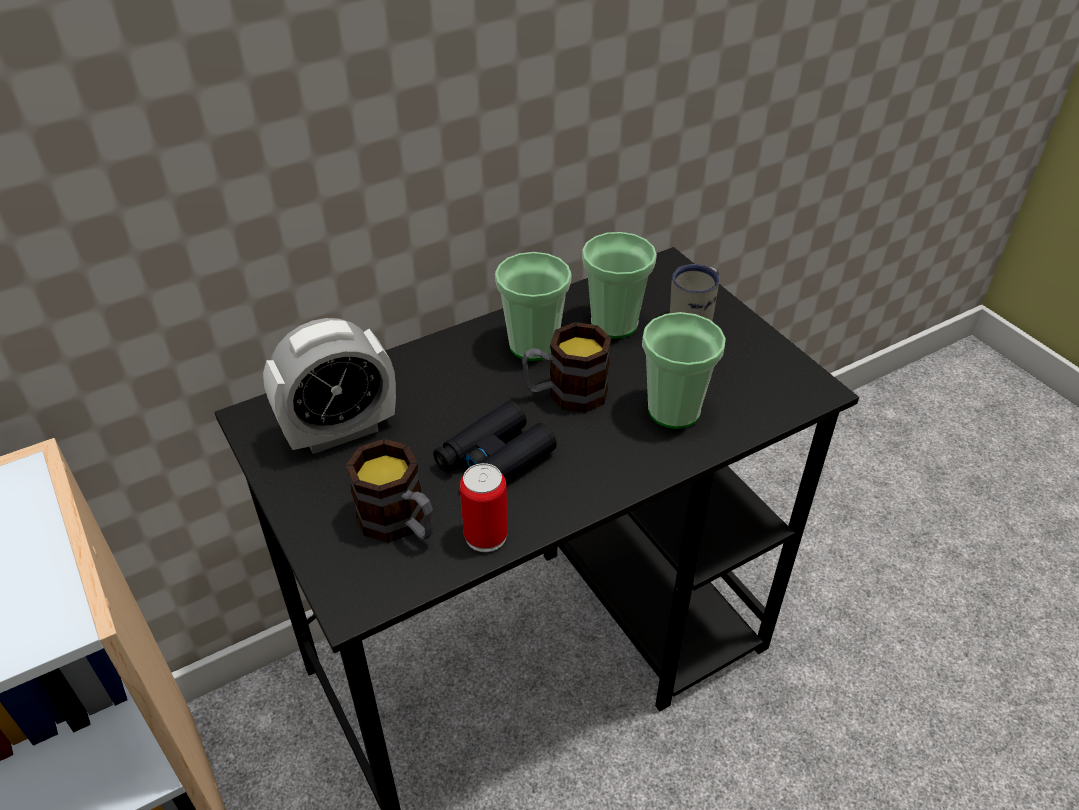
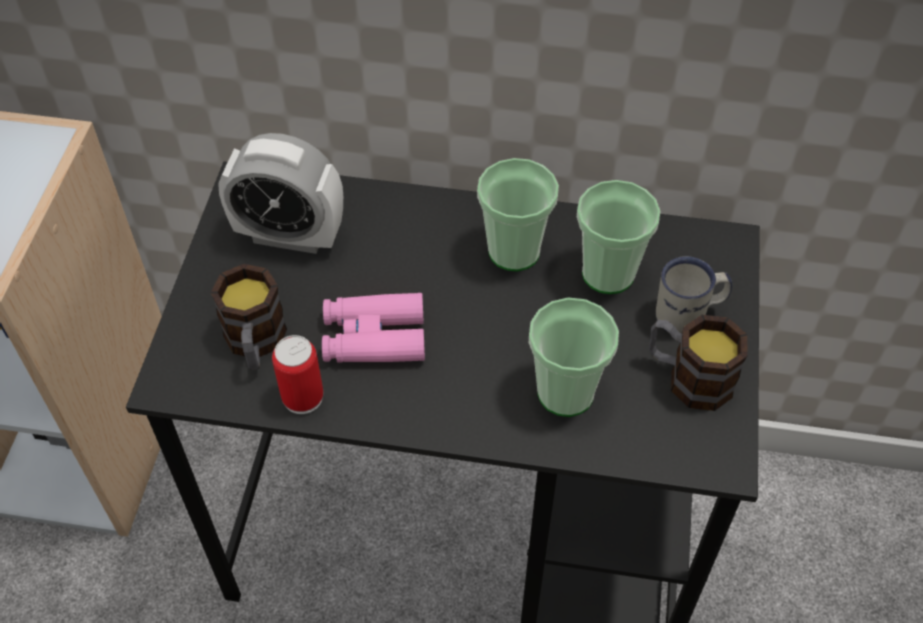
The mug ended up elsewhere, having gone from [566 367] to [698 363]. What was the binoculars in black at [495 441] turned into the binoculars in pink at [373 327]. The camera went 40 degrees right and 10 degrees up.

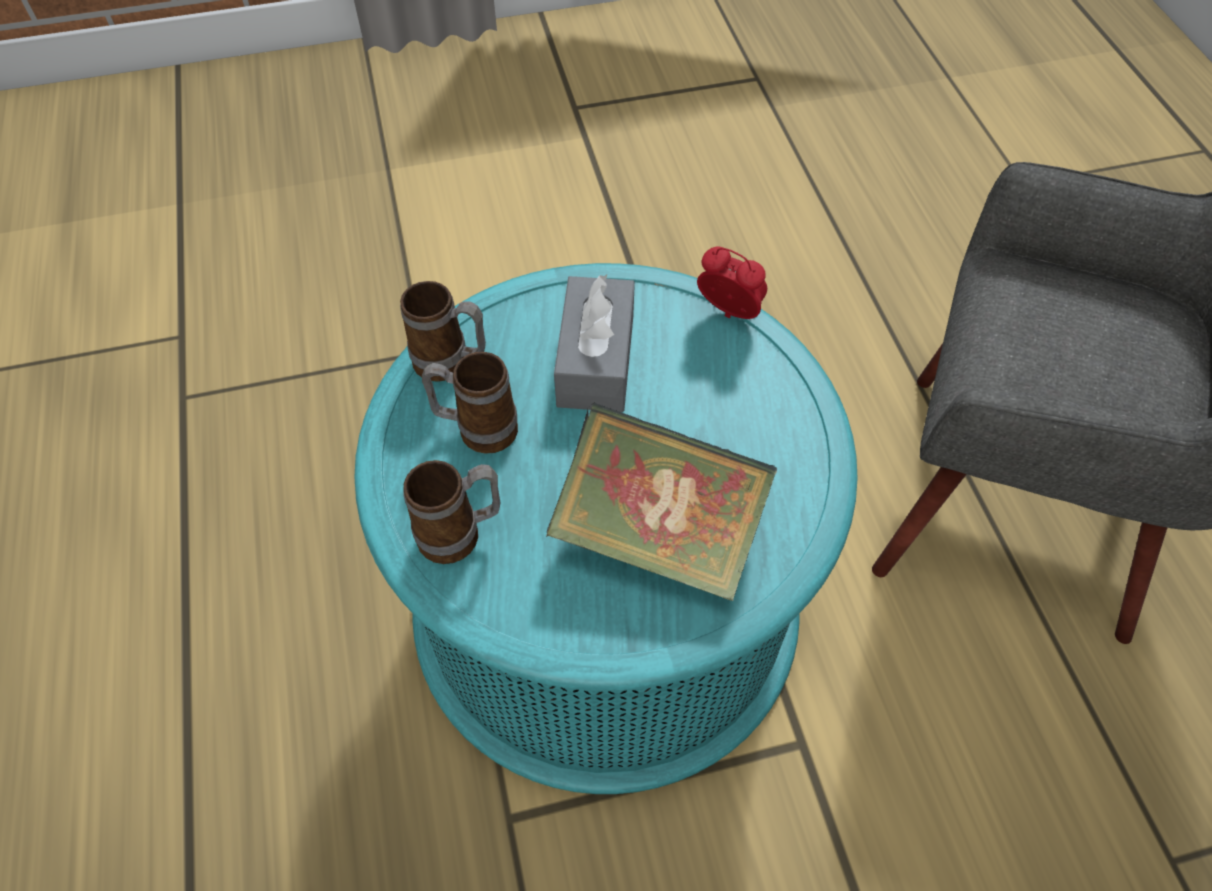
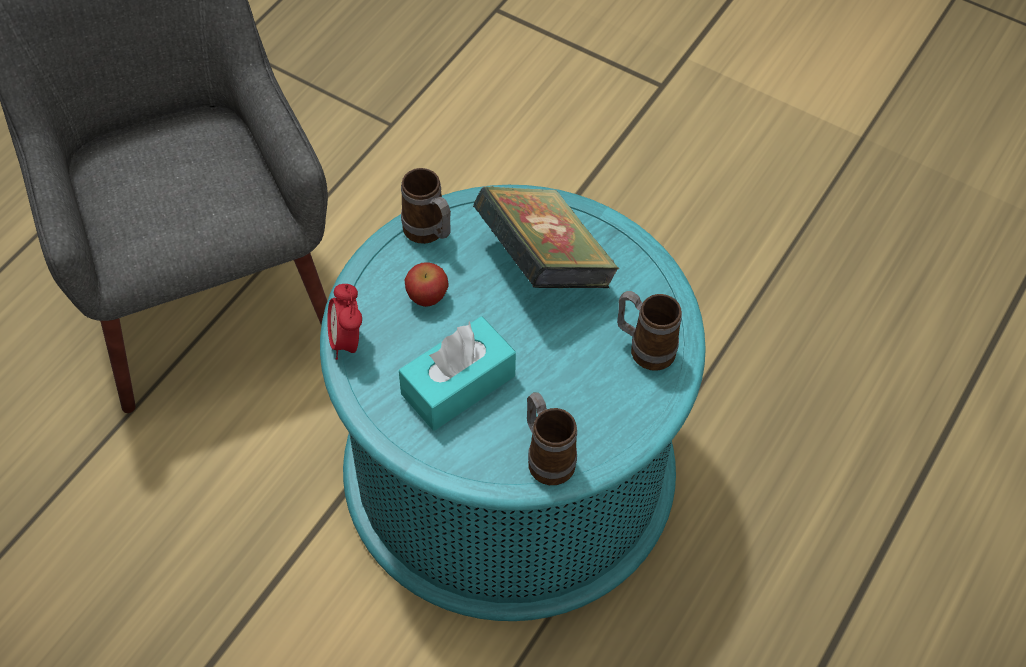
What was the tissue box in grey at [594 343] turned into the tissue box in turquoise at [457 373]. The mug ended up elsewhere, having gone from [470 403] to [426 206]. The second view gained the apple at [426 284]. The camera went 135 degrees left and 0 degrees up.

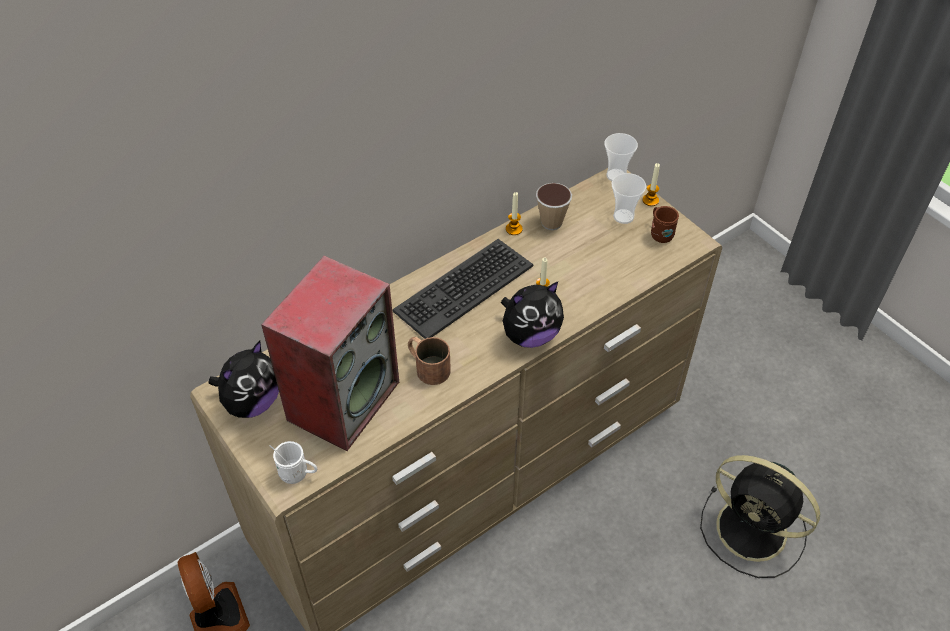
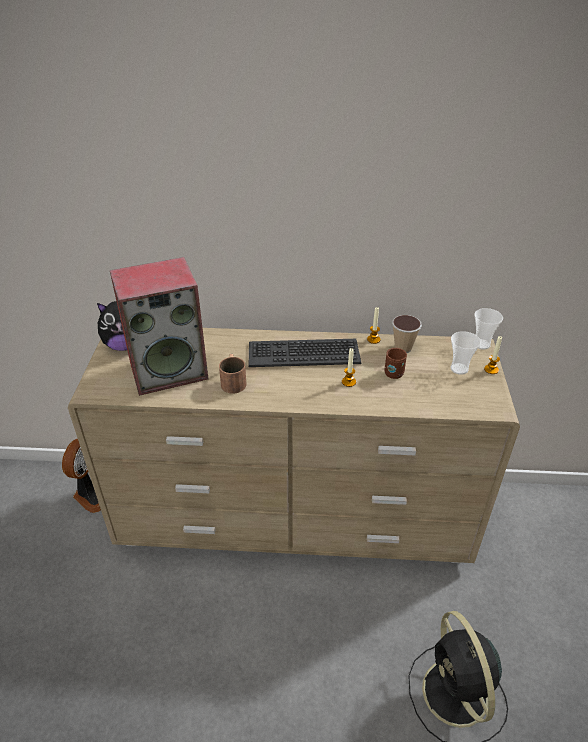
The mug in brown ended up elsewhere, having gone from [665 224] to [396 363]. The second view lost the plush toy at [532 315]. The second view lost the mug in white at [293 462]. The camera went 40 degrees right and 10 degrees down.

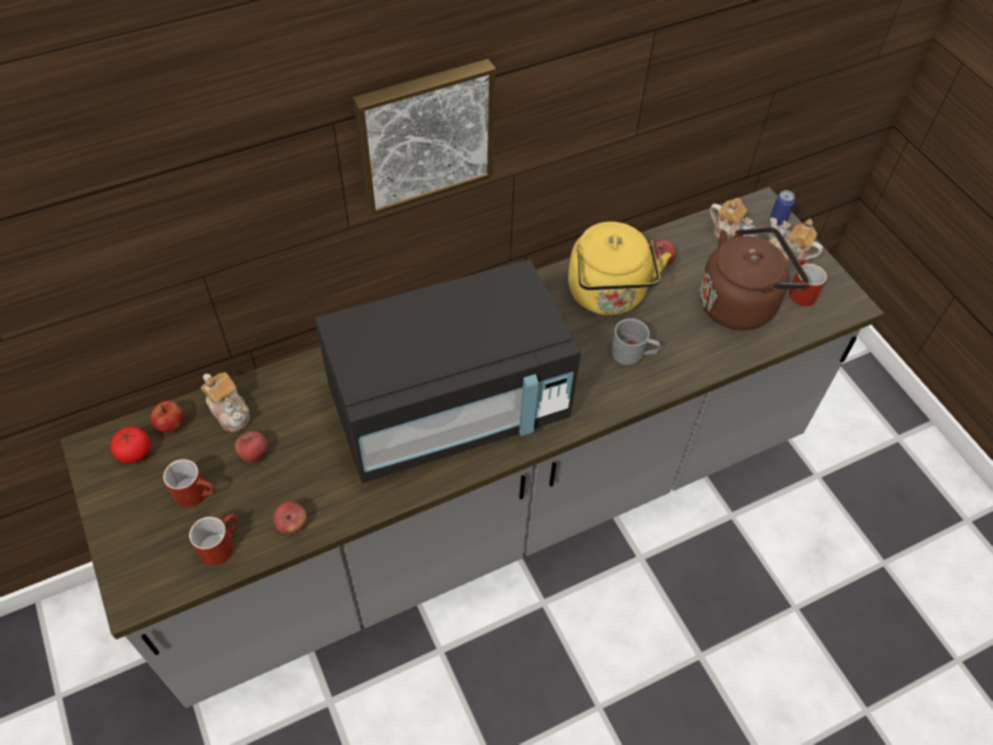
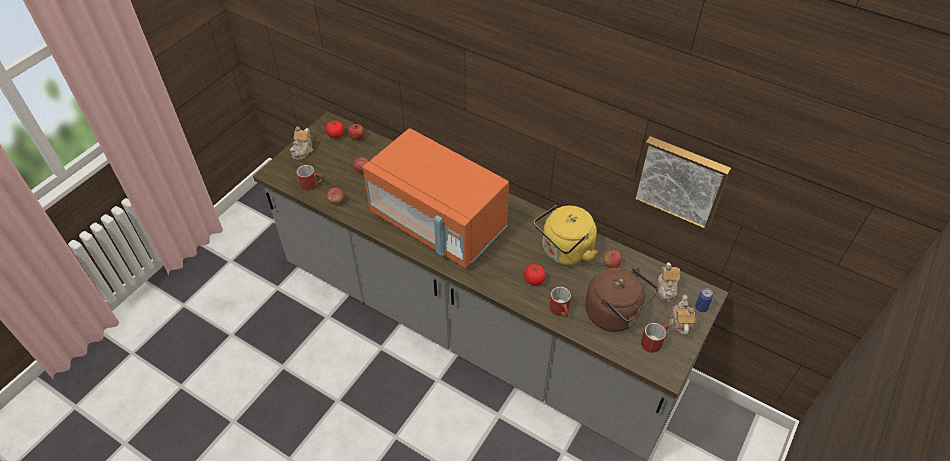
The picture ended up elsewhere, having gone from [424 137] to [681 183]. What was the microwave in black at [448 371] turned into the microwave in orange at [435 198]. Where the mug in grey stood at [635 342], the tomato came to stand at [535 275]. The teapot ended up elsewhere, having gone from [225 402] to [301 143]. The mug in red ended up elsewhere, having gone from [189 483] to [560 302]. The camera went 60 degrees right and 5 degrees down.

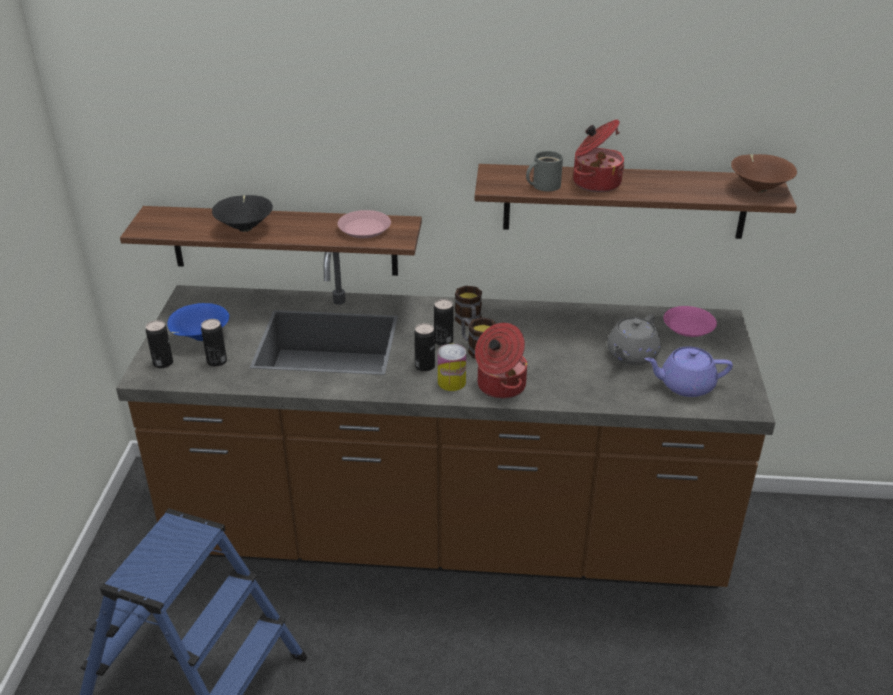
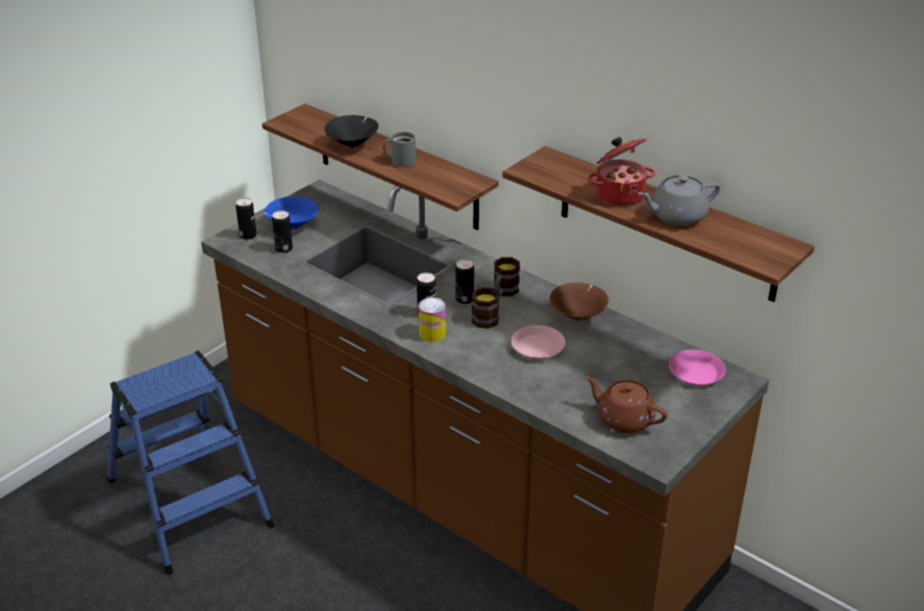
The mug in grey ended up elsewhere, having gone from [544 171] to [399 149]. The bowl in brown ended up elsewhere, having gone from [764 173] to [579 301]. The plate in pink ended up elsewhere, having gone from [364 224] to [538 342]. The teapot in grey ended up elsewhere, having gone from [634 340] to [679 200]. The second view lost the cooking pot at [501 361]. What was the teapot in purple at [689 372] turned into the teapot in brown at [626 404]. The camera went 35 degrees right and 0 degrees up.

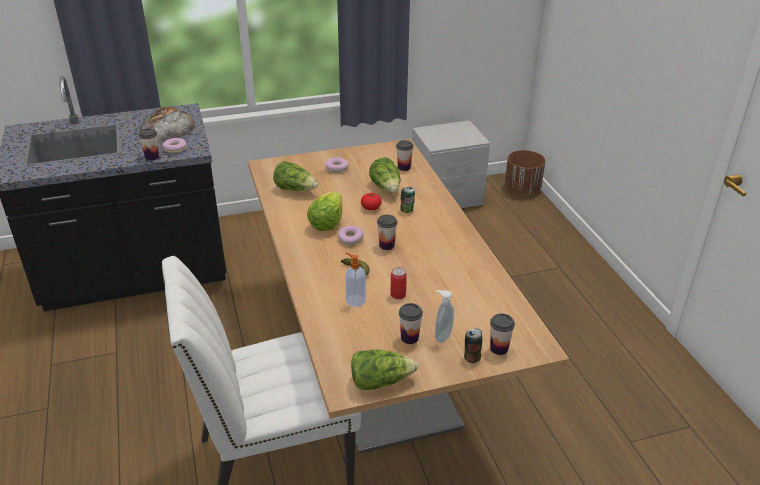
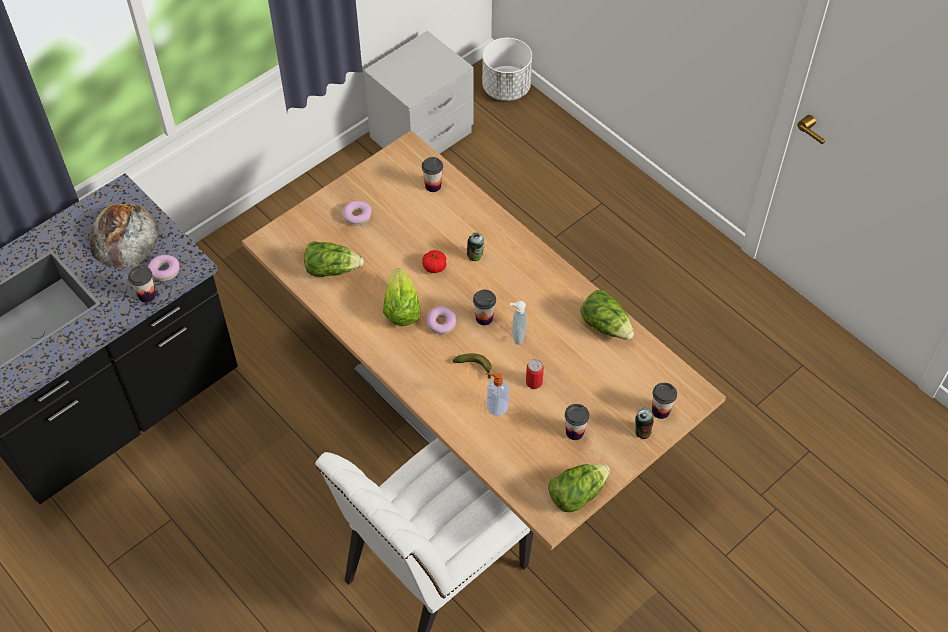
What was the planter in brown at [525 172] turned into the planter in white at [507 69]. The lettuce ended up elsewhere, having gone from [385 175] to [607 315]. The soap dispenser ended up elsewhere, having gone from [444 316] to [518 323]. The camera went 25 degrees left and 20 degrees up.

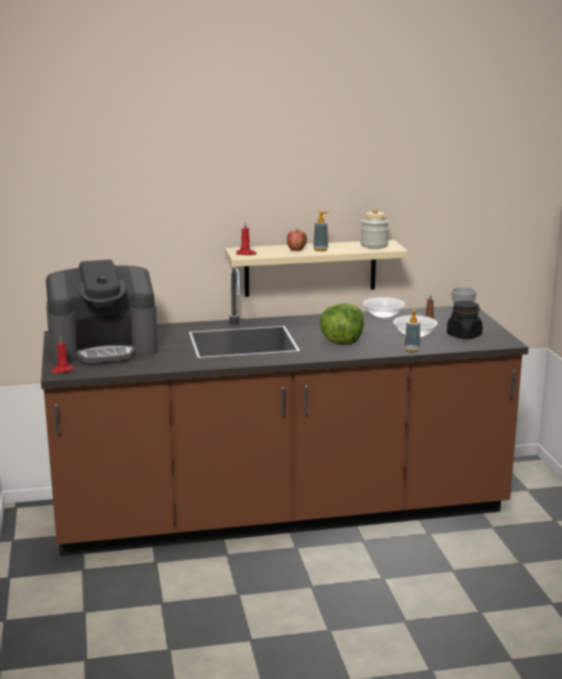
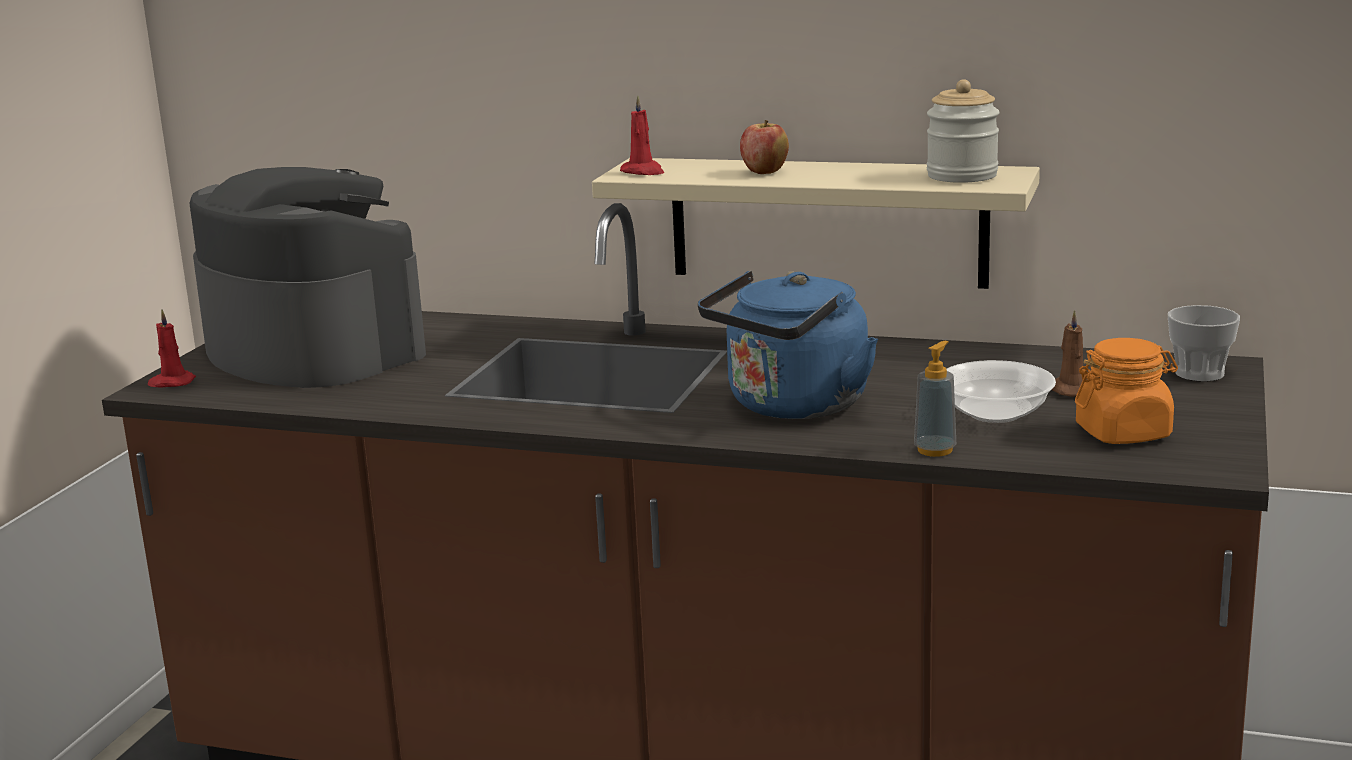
The second view lost the soap dispenser at [321 231]. The coffee machine at [102 312] ended up facing another way, 150 degrees counterclockwise from before. The second view lost the bowl at [384 308]. What was the jar in black at [465 320] turned into the jar in orange at [1126 391]. Where the lettuce stood at [342 324], the kettle in blue came to stand at [788 344]. The camera went 30 degrees right and 0 degrees up.

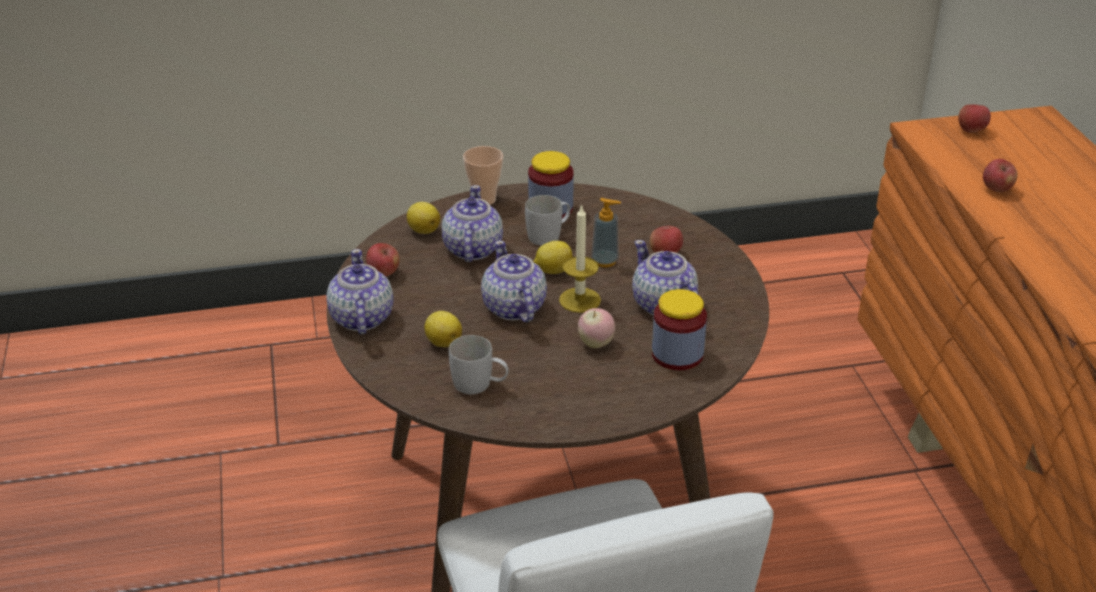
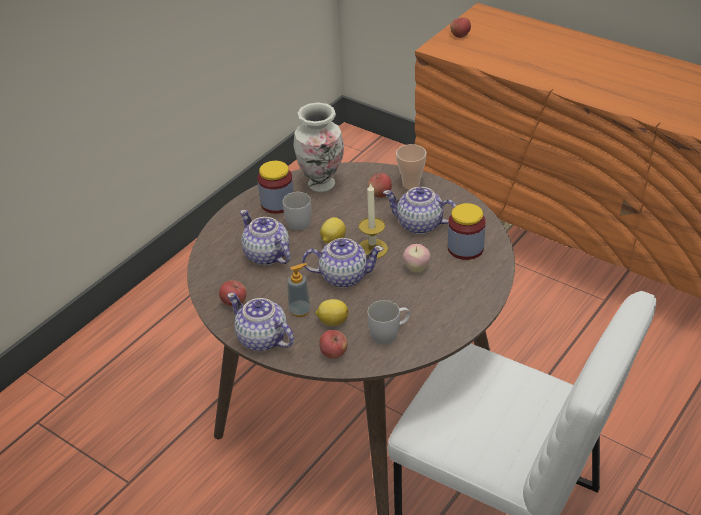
The cup ended up elsewhere, having gone from [483 175] to [411 166]. The apple ended up elsewhere, having gone from [1000 175] to [333 344]. The soap dispenser ended up elsewhere, having gone from [606 232] to [299 290]. The second view lost the lemon at [423 218]. The teapot at [514 281] ended up facing another way, 150 degrees clockwise from before. The second view gained the vase at [318 147]. The camera went 40 degrees left and 5 degrees up.

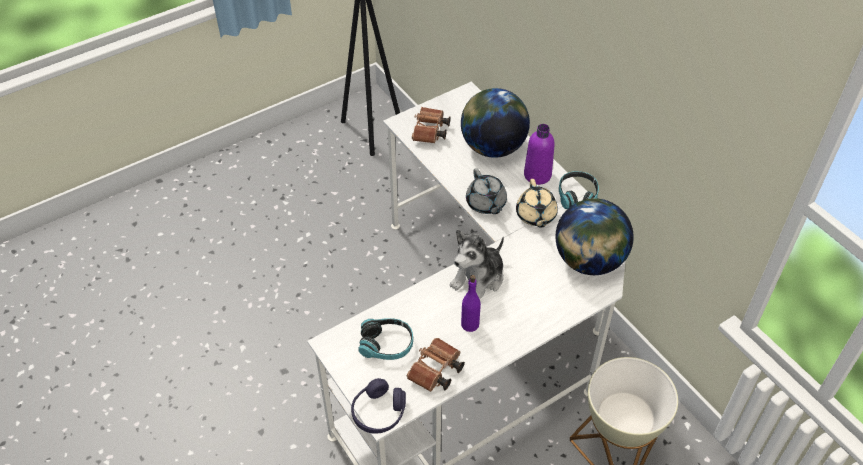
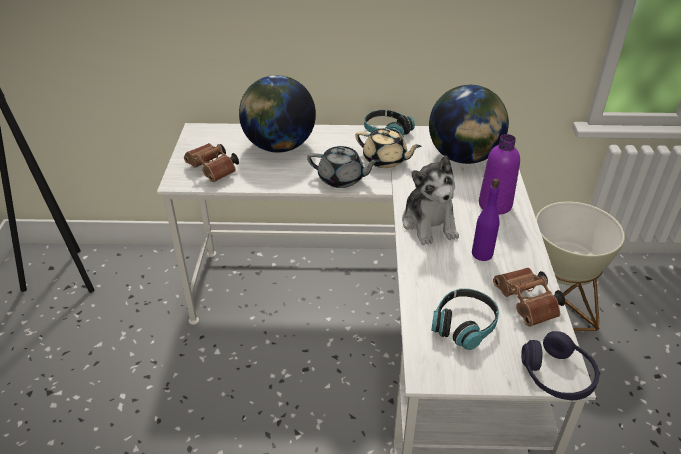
The bottle in purple ended up elsewhere, having gone from [539 154] to [499 174]. The camera went 55 degrees left and 10 degrees down.

